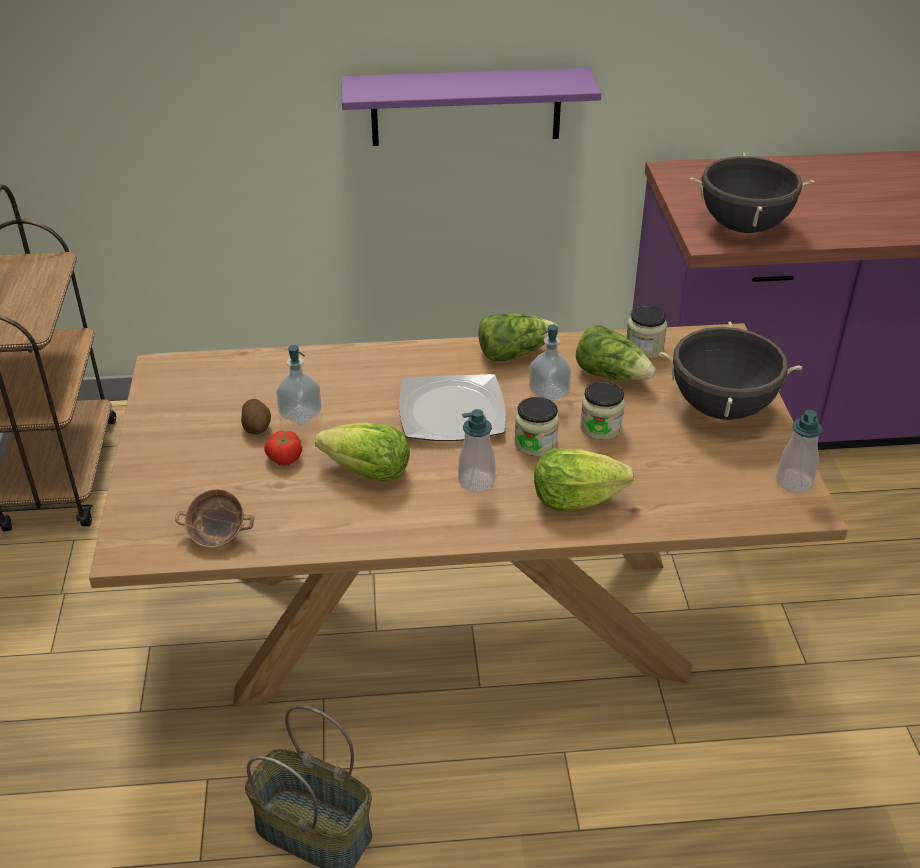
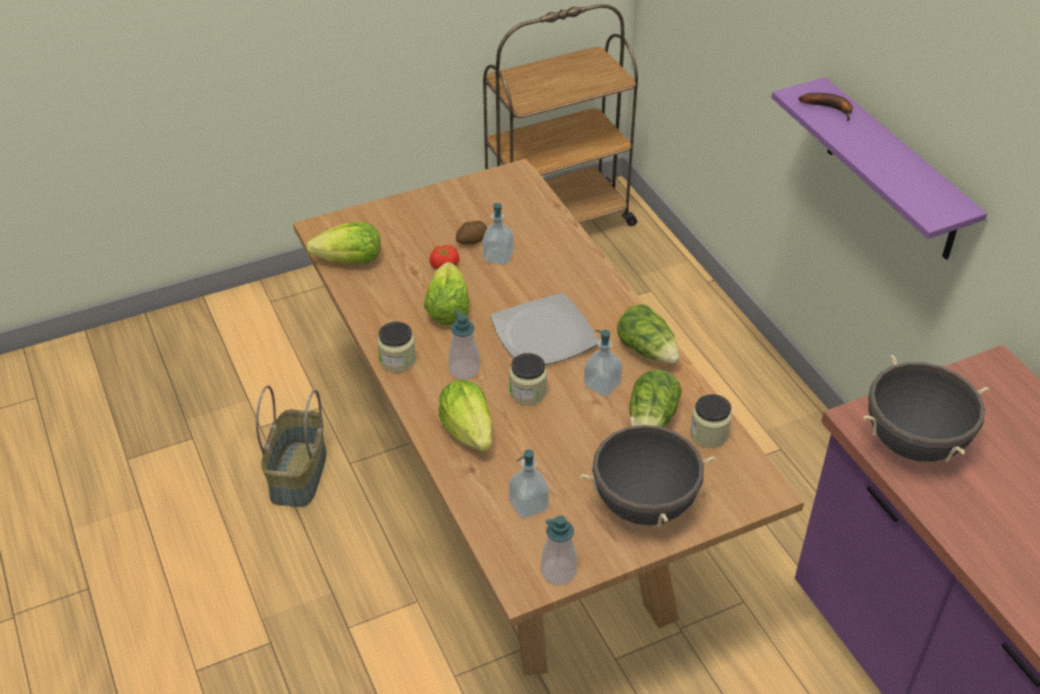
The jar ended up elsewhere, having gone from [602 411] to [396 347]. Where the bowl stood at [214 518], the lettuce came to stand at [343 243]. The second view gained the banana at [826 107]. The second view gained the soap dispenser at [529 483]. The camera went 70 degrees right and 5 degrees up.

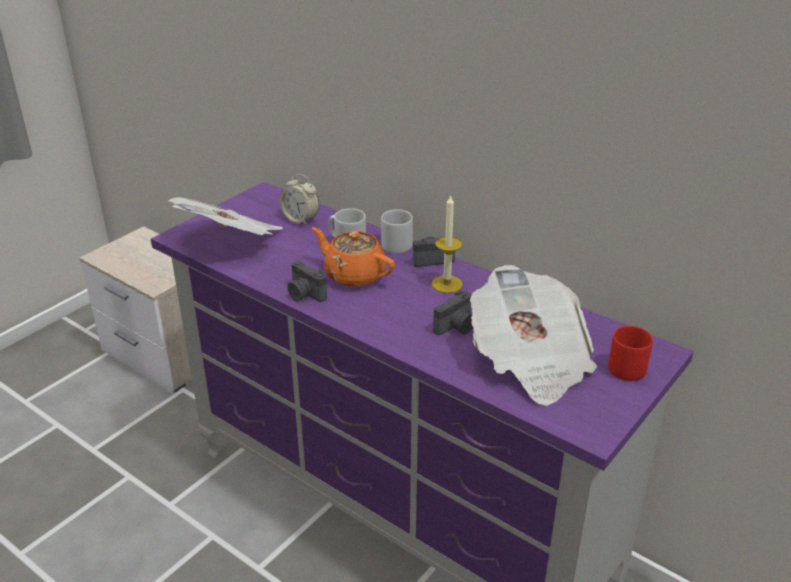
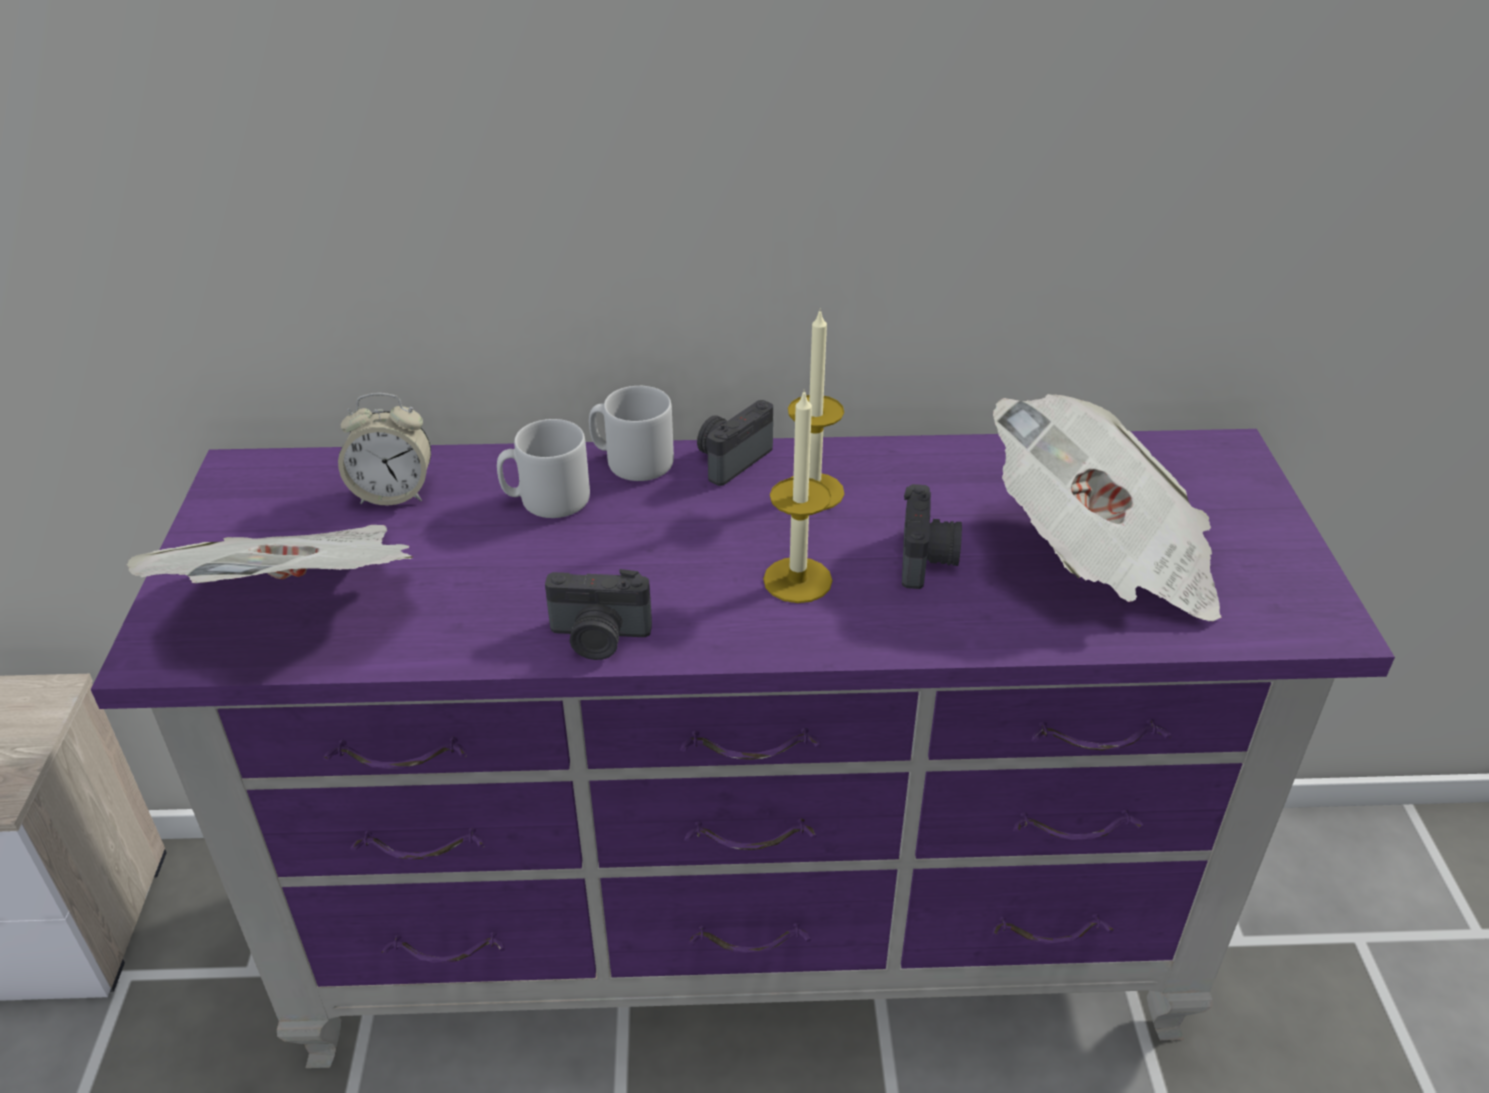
The second view lost the teapot in orange at [353 257]. The second view lost the mug in red at [630 353]. The second view gained the candle at [797 496]. The camera went 40 degrees left and 5 degrees up.

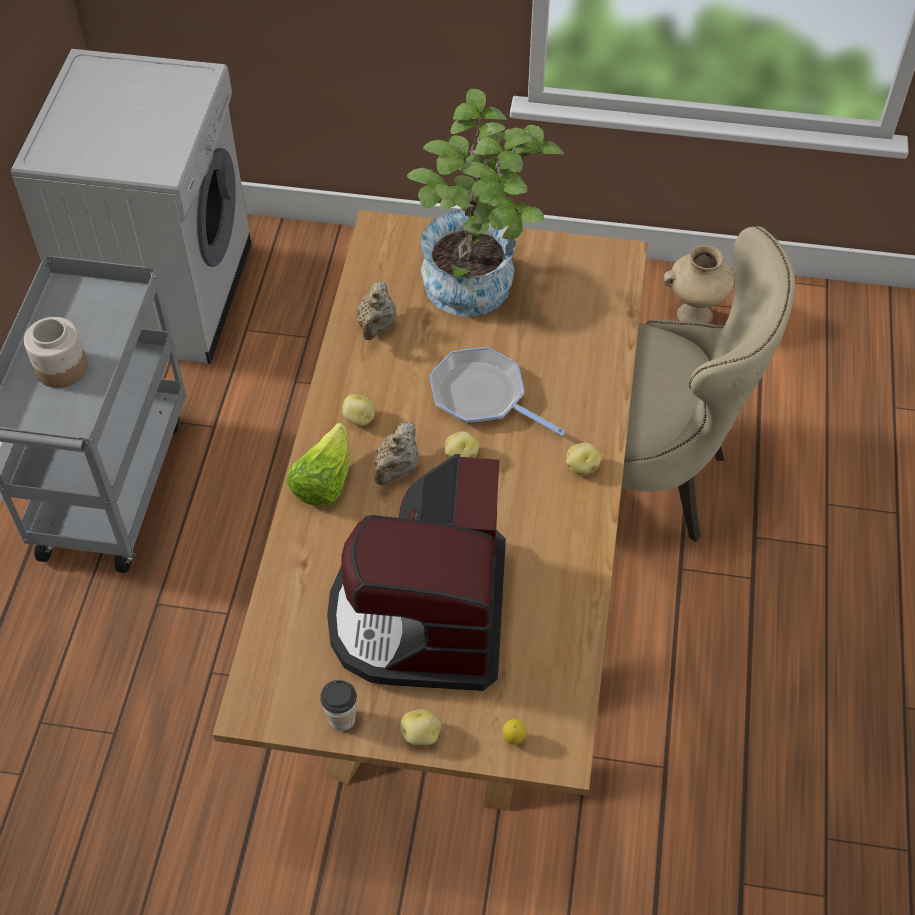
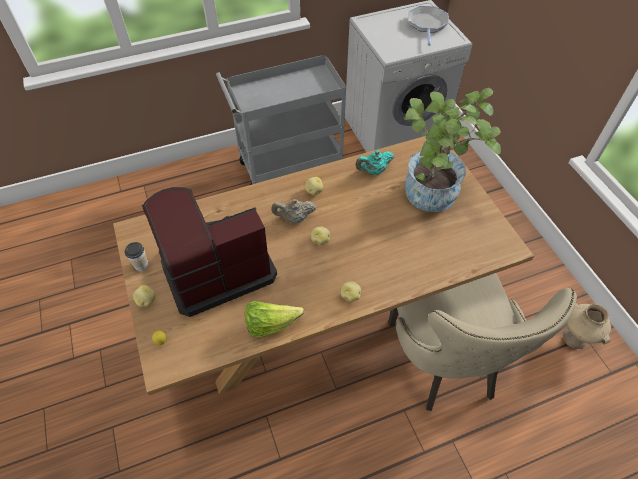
What was the teapot in beige at [376 310] turned into the teapot in turquoise at [374 163]. The second view lost the jar at [56 352]. The frying pan ended up elsewhere, having gone from [498 391] to [428 26]. The lettuce ended up elsewhere, having gone from [318 464] to [274 319]. The camera went 60 degrees right and 0 degrees up.

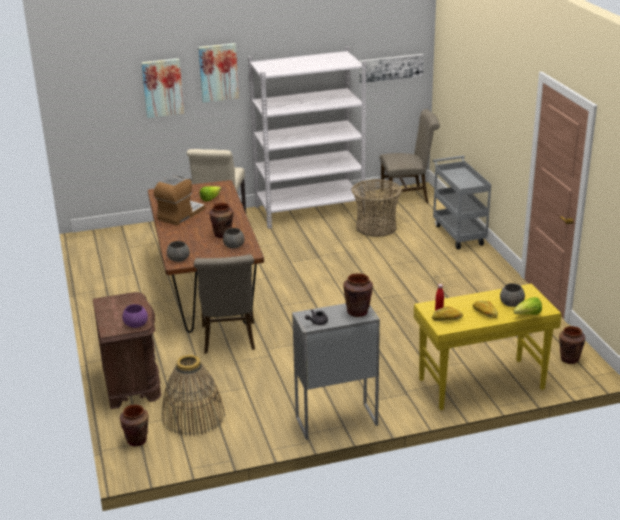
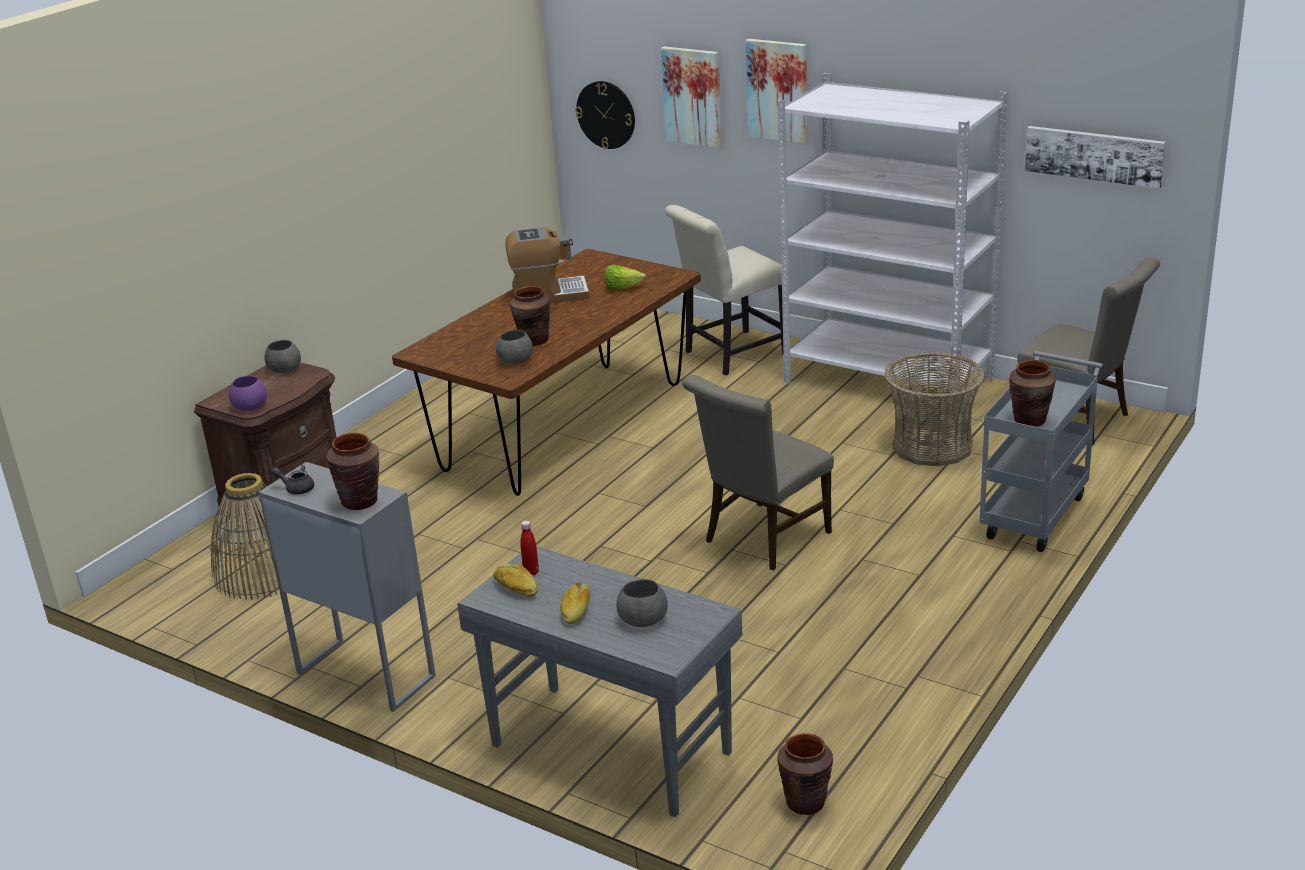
The bowl in grey ended up elsewhere, having gone from [178 251] to [282 356]. The chair in beige ended up elsewhere, having gone from [224 304] to [758 472]. What was the console table in yellow at [488 347] turned into the console table in grey at [599 682]. The second view lost the lettuce at [527 306]. The vase in brown ended up elsewhere, having gone from [134 425] to [1032 393]. The second view gained the wall clock at [605 115]. The camera went 50 degrees right and 0 degrees up.

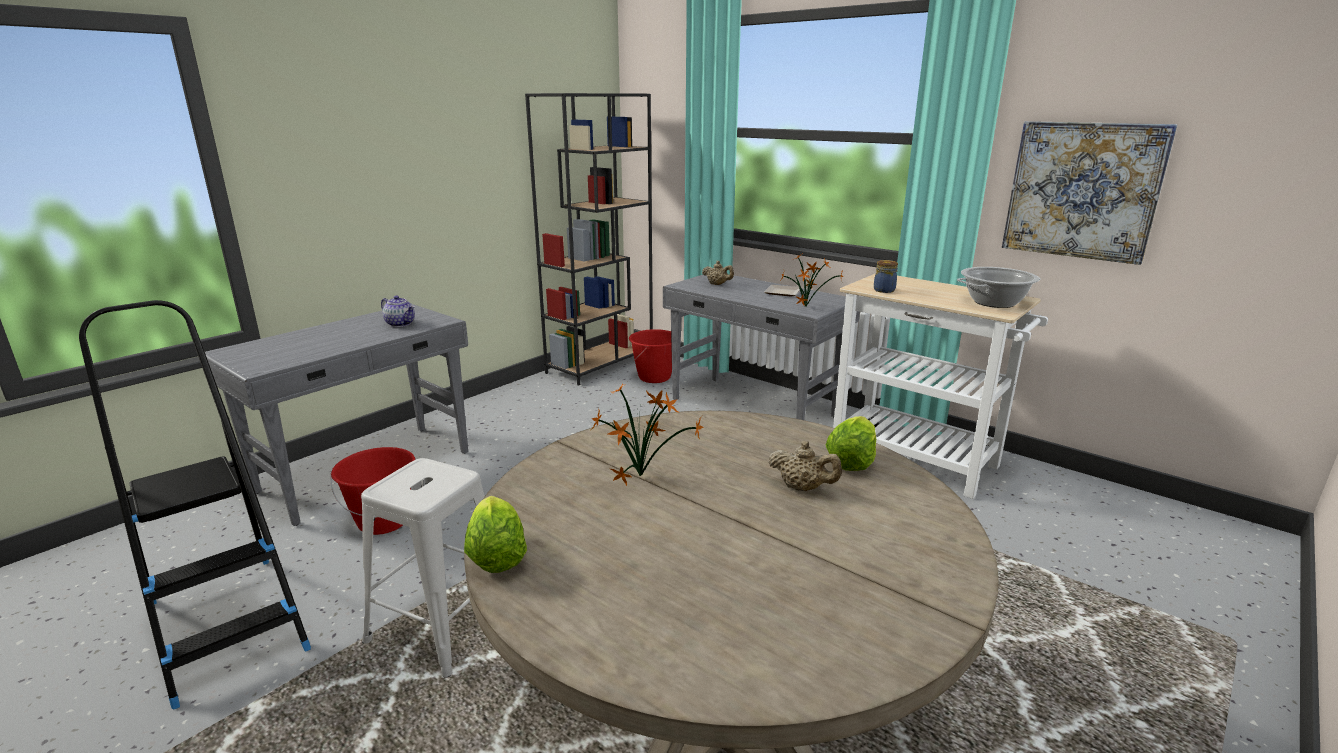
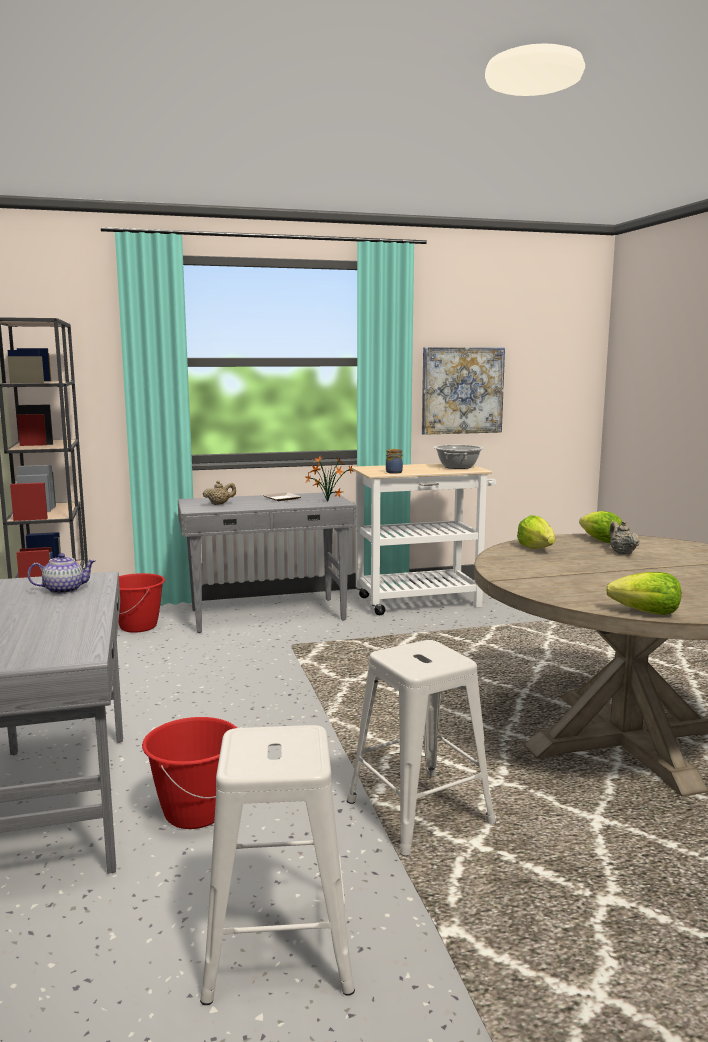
Where the step ladder in black stood at [195 504], the stool in white came to stand at [277 865]. The second view lost the potted plant at [647 434]. The teapot in beige at [805 466] ended up facing another way, 75 degrees counterclockwise from before. The second view gained the lettuce at [536 532]. The camera went 55 degrees left and 10 degrees down.

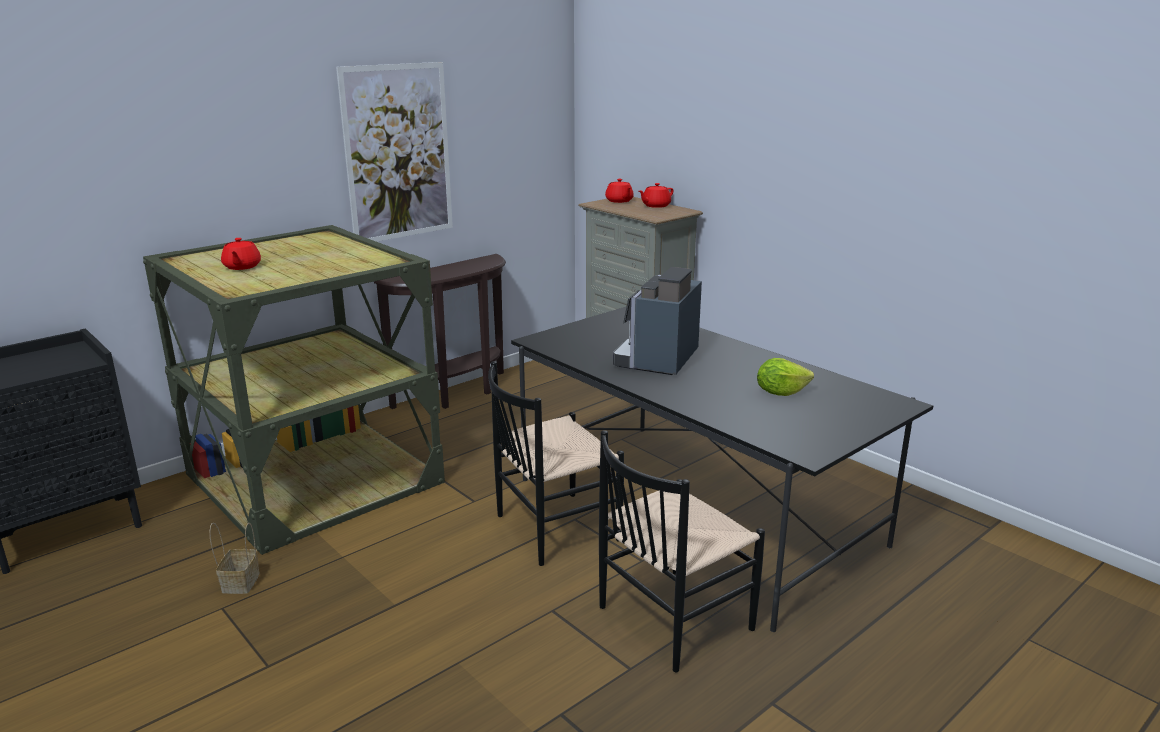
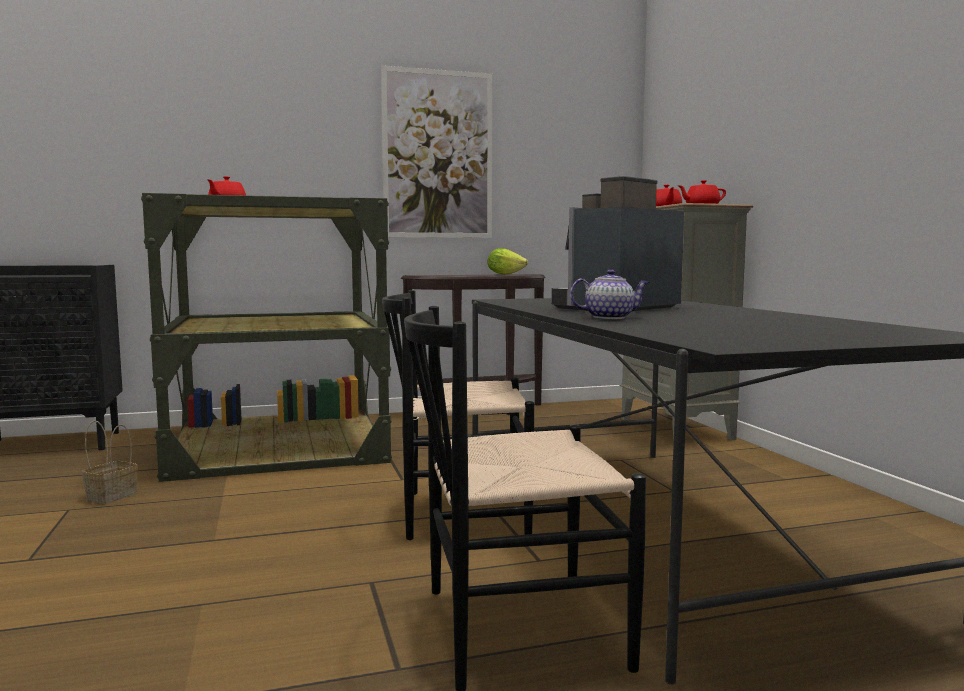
The lettuce ended up elsewhere, having gone from [785 377] to [508 261]. The second view gained the teapot at [610 294]. The camera went 25 degrees right and 15 degrees down.

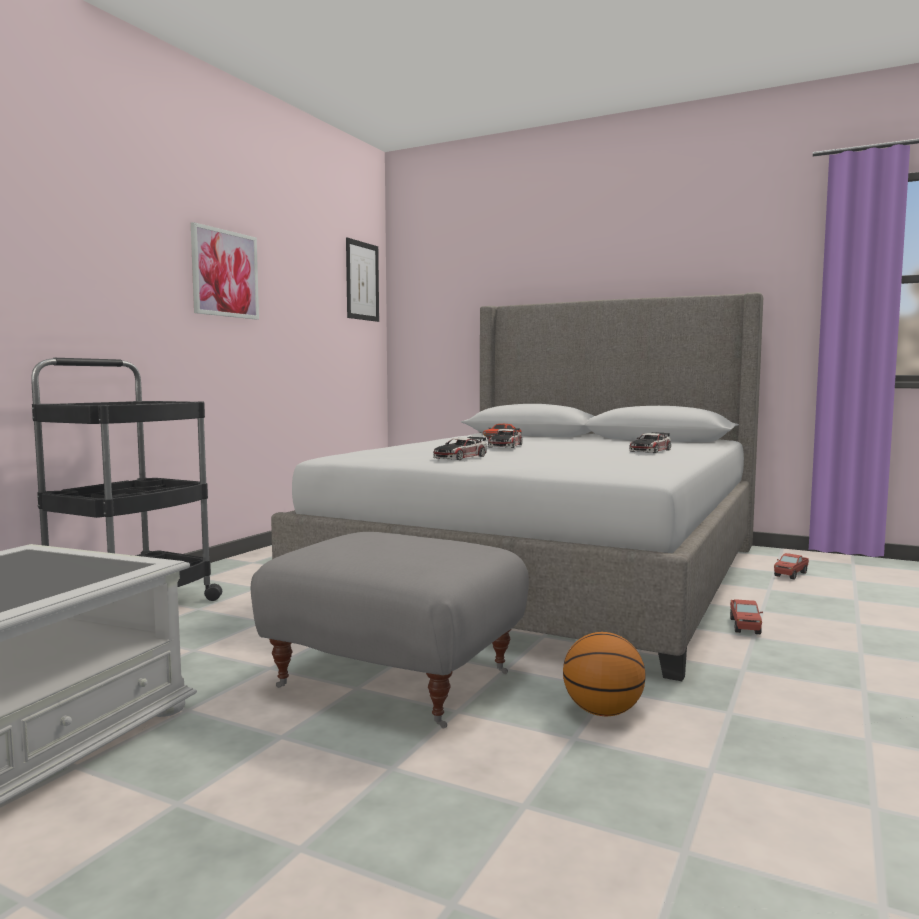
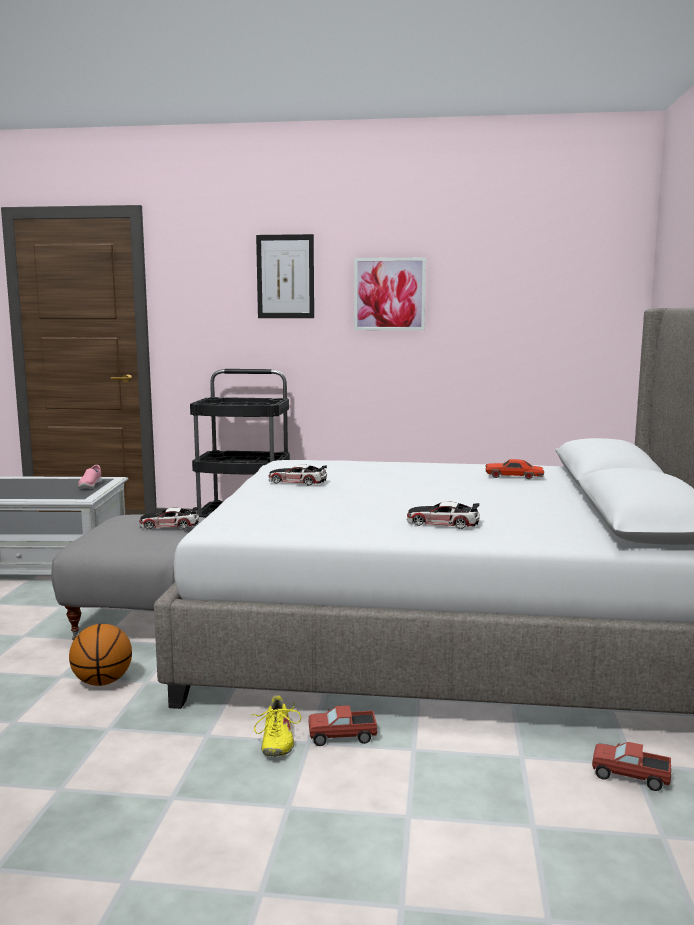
The picture ended up elsewhere, having gone from [362 279] to [285 276]. The toy car ended up elsewhere, having gone from [505 438] to [169 518]. The second view gained the shoe in pink at [90 477]. The second view gained the shoe in yellow at [276 726]. The camera went 70 degrees right and 5 degrees up.

